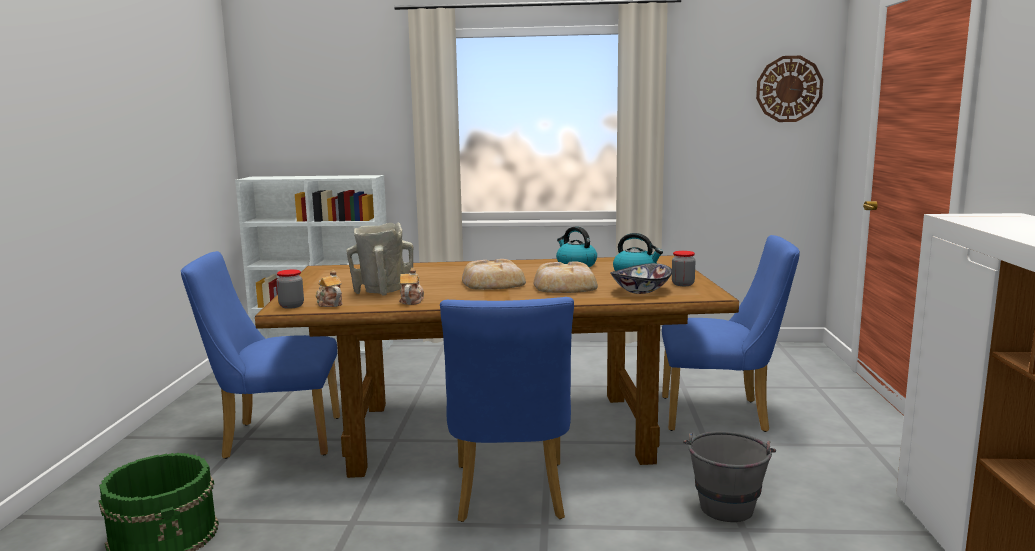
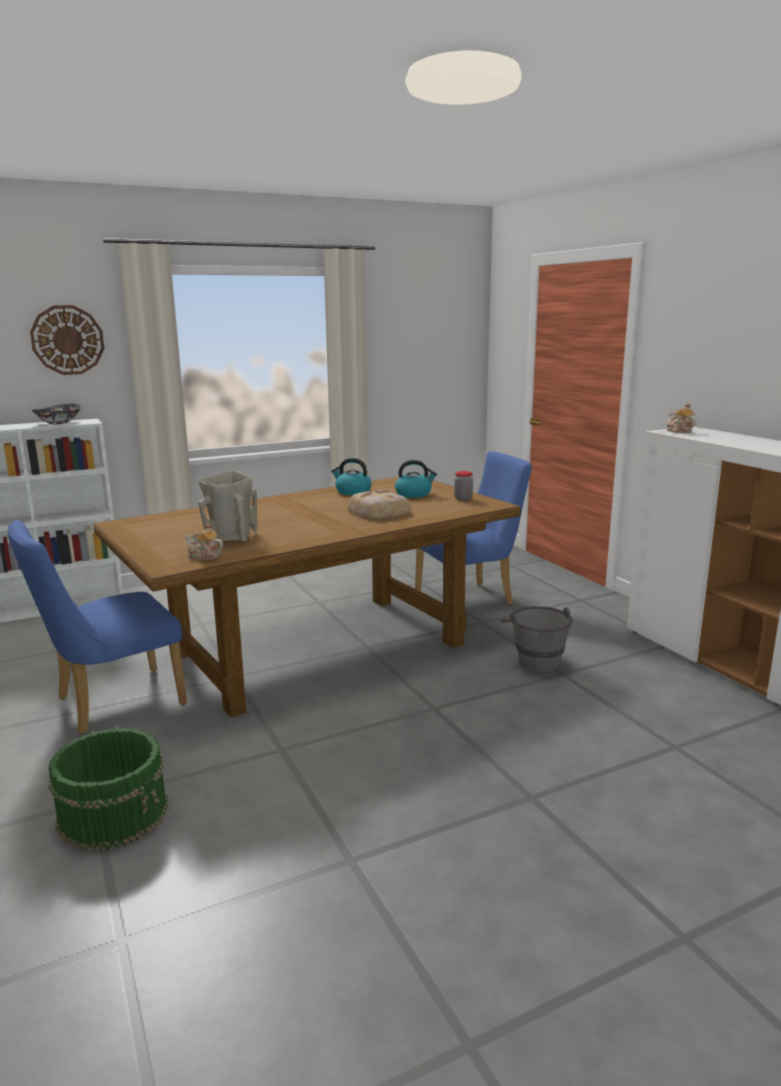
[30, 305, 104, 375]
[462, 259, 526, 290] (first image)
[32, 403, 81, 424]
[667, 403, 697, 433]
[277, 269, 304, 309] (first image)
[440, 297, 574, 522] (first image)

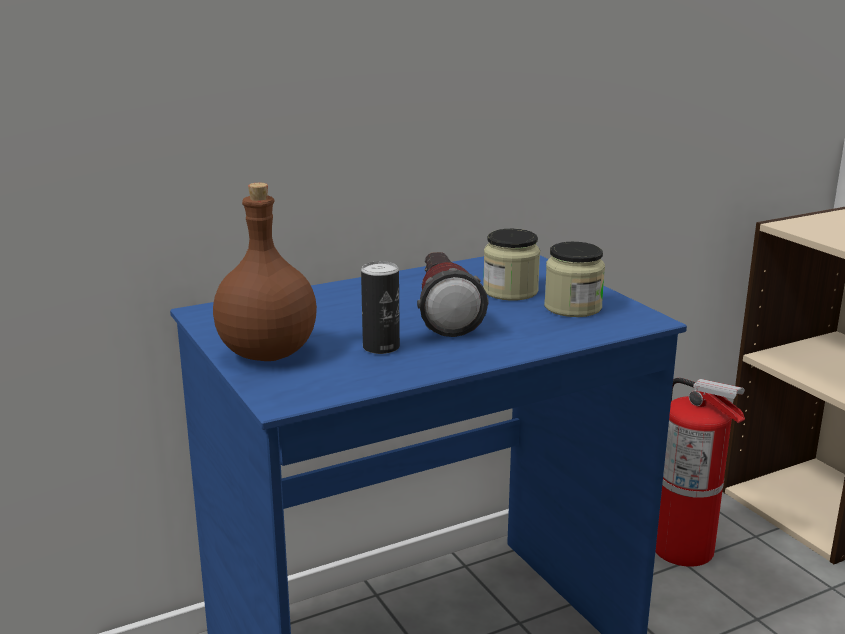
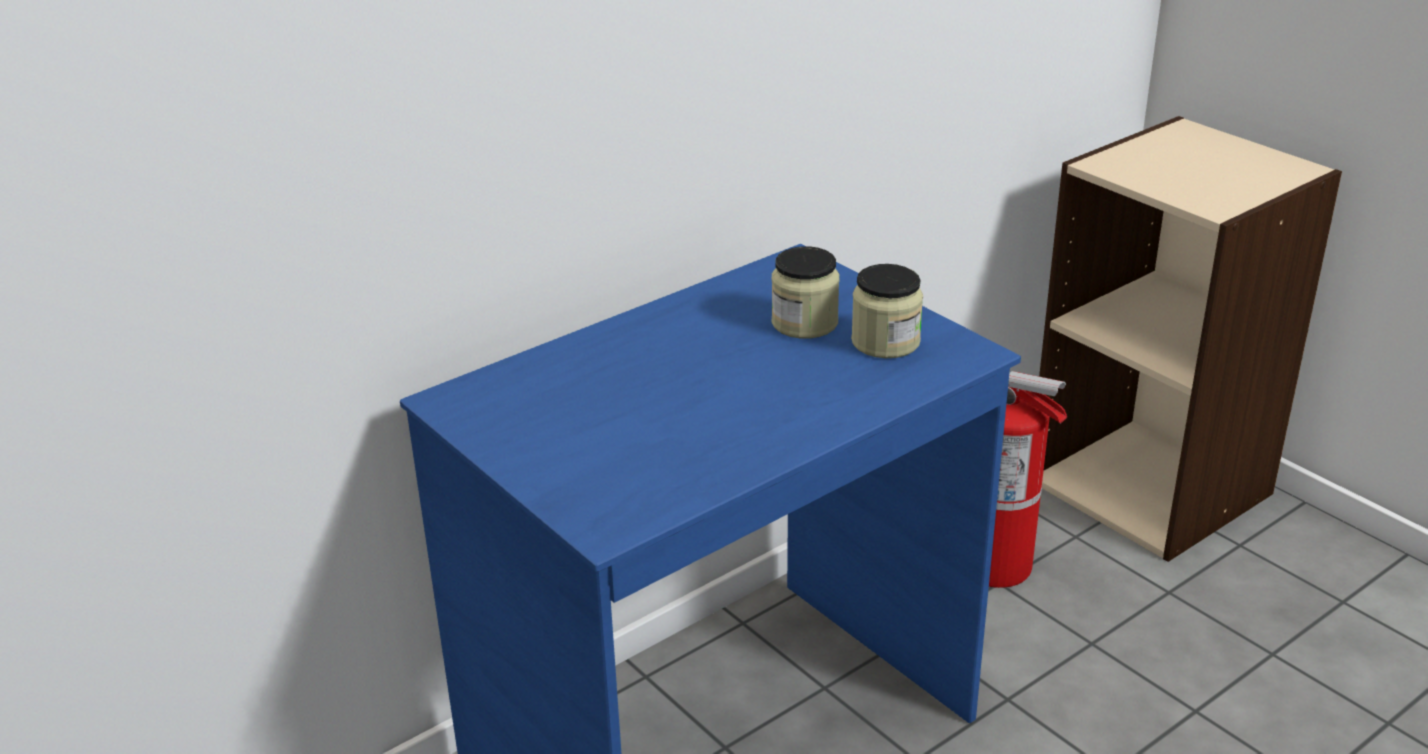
[213, 183, 317, 361] (first image)
[417, 252, 489, 337] (first image)
[361, 261, 400, 354] (first image)

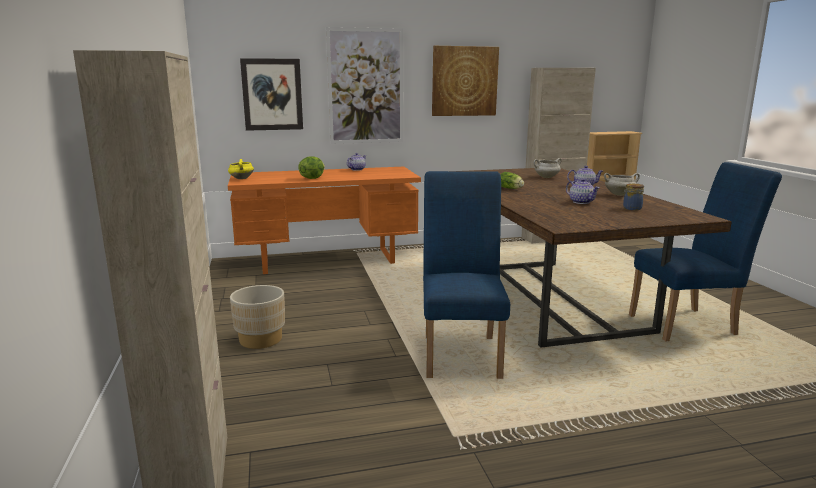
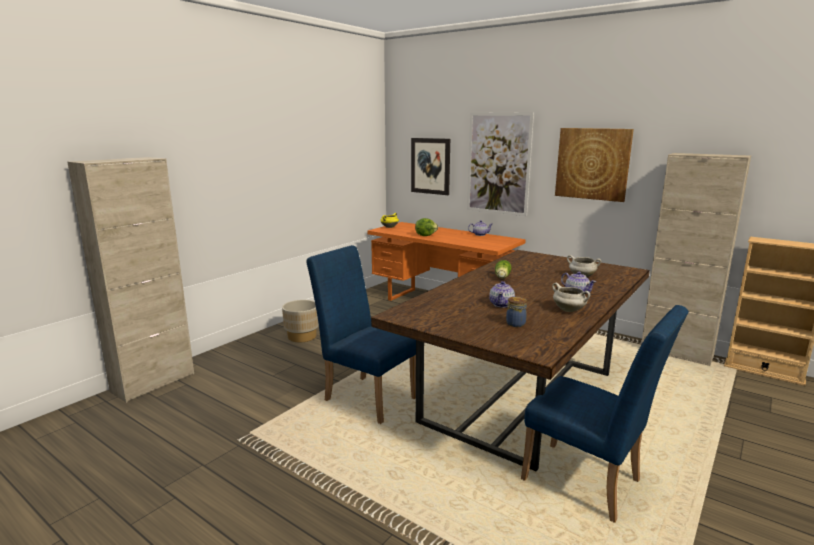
[306, 245, 416, 424]

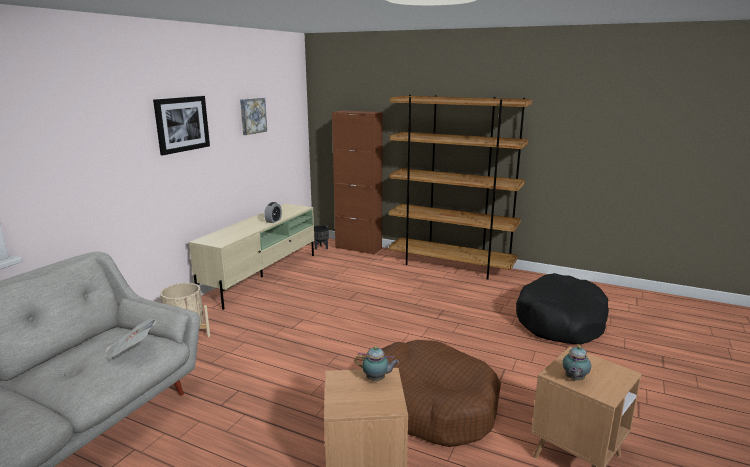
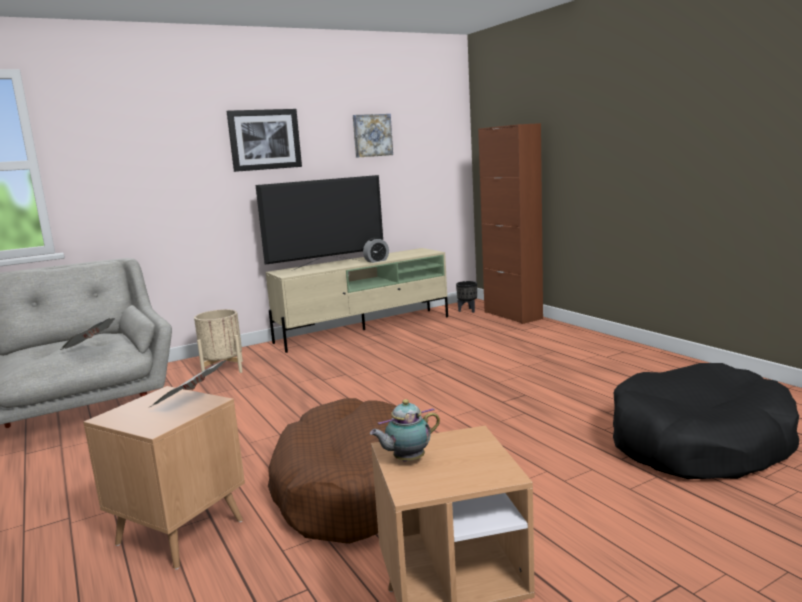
[389, 95, 532, 280] (first image)
[150, 360, 227, 407]
[255, 175, 383, 270]

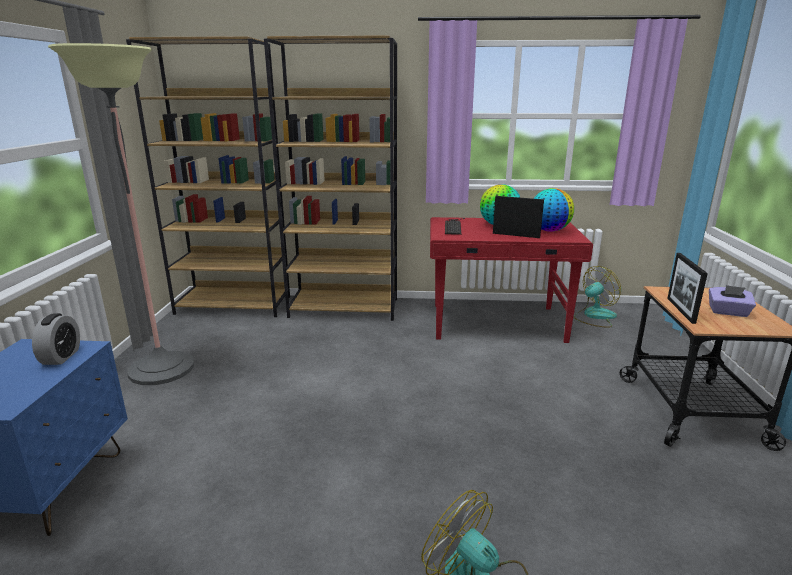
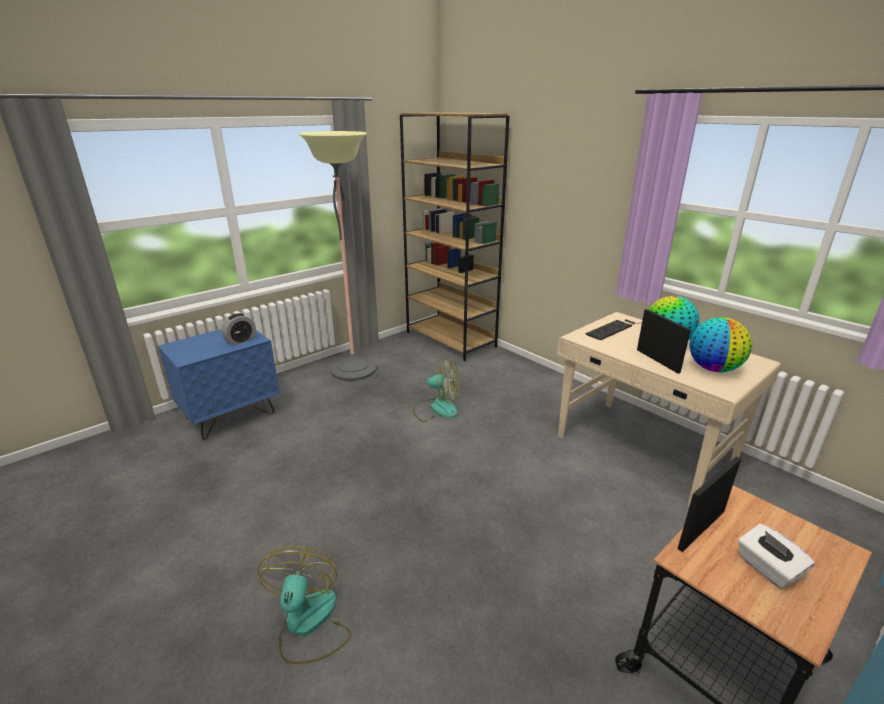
[264, 35, 397, 321] (first image)
[557, 312, 781, 507]
[413, 358, 459, 422]
[738, 524, 815, 589]

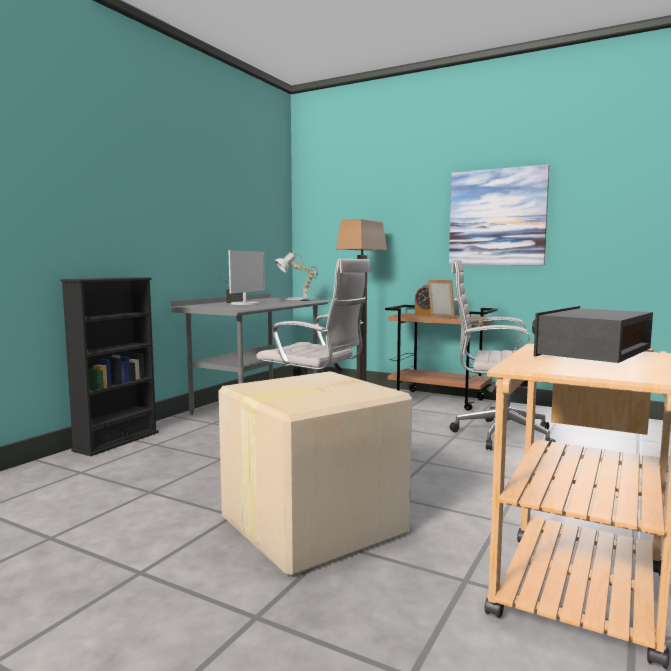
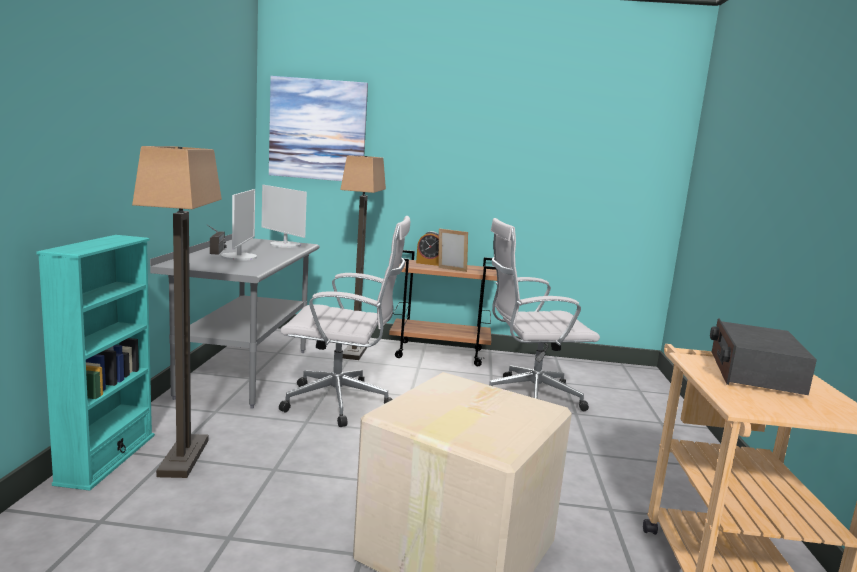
[269, 76, 368, 181]
[262, 185, 307, 248]
[36, 235, 155, 491]
[132, 146, 222, 478]

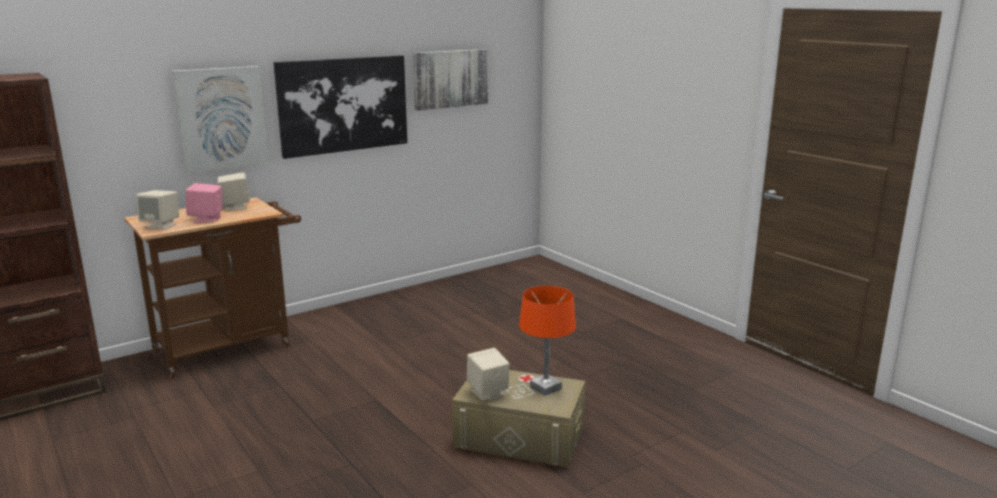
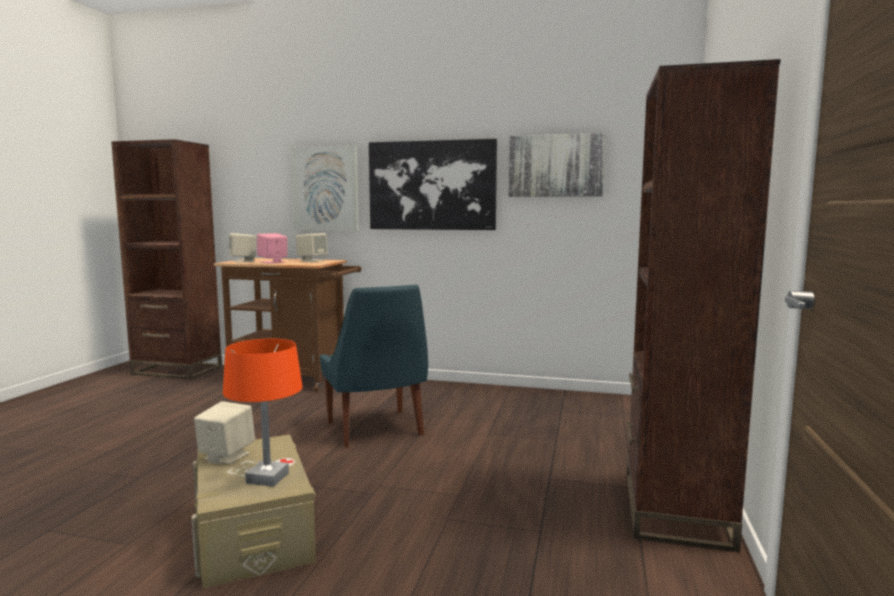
[627, 59, 781, 552]
[320, 285, 428, 448]

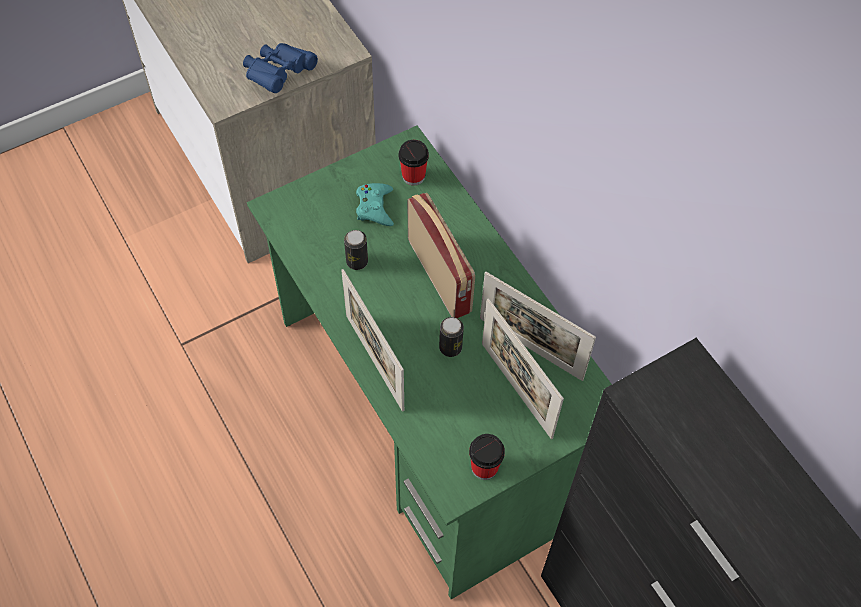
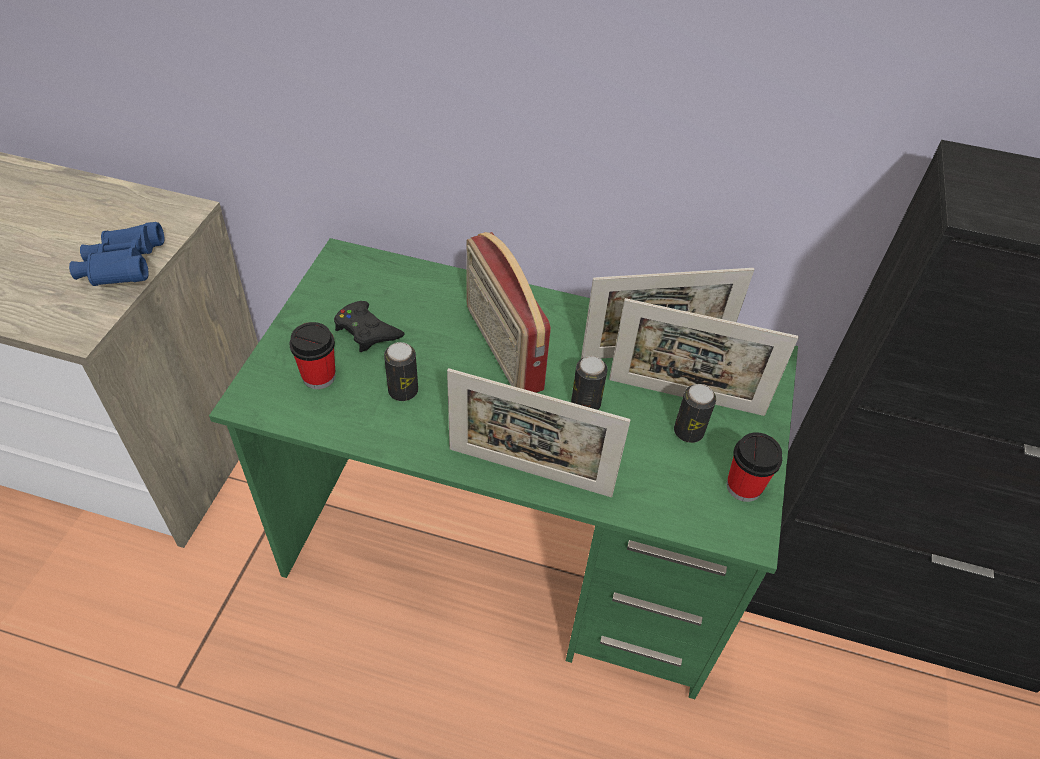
[289, 322, 336, 389]
[334, 301, 405, 352]
[466, 232, 551, 393]
[674, 384, 716, 443]

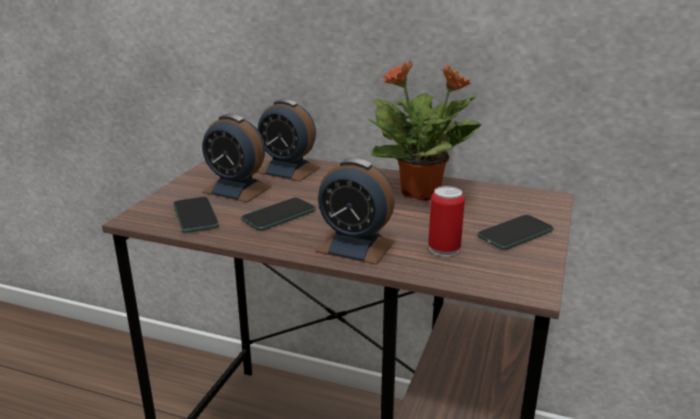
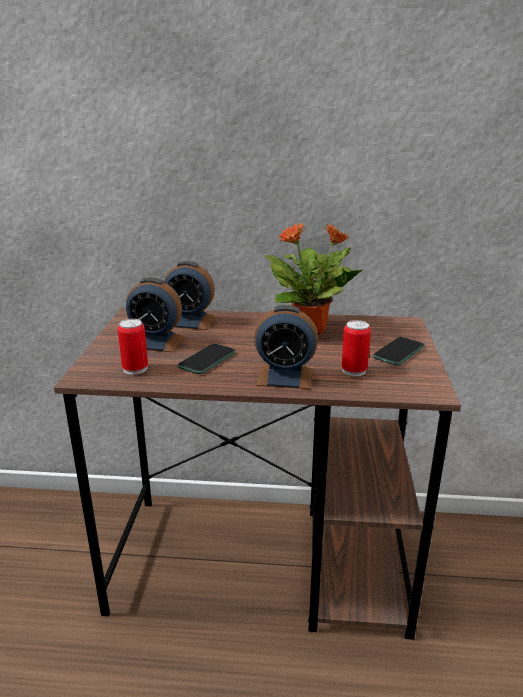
[118, 319, 148, 375]

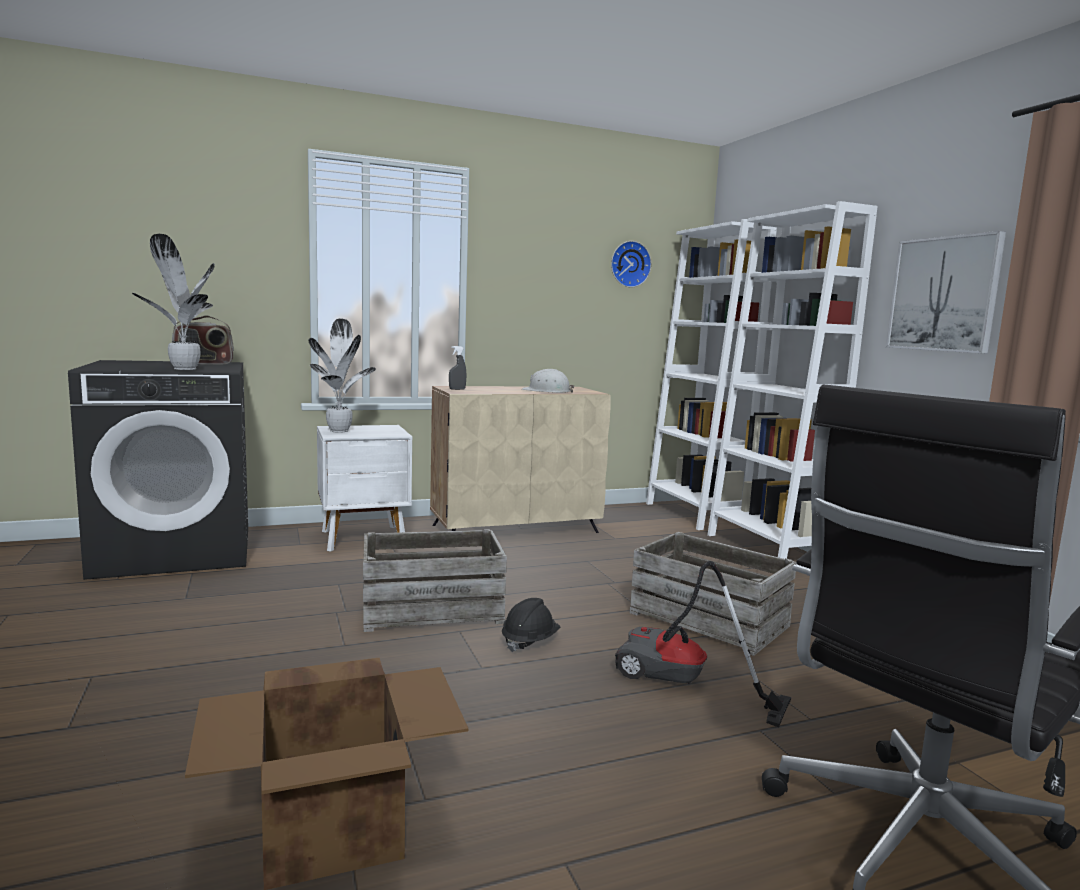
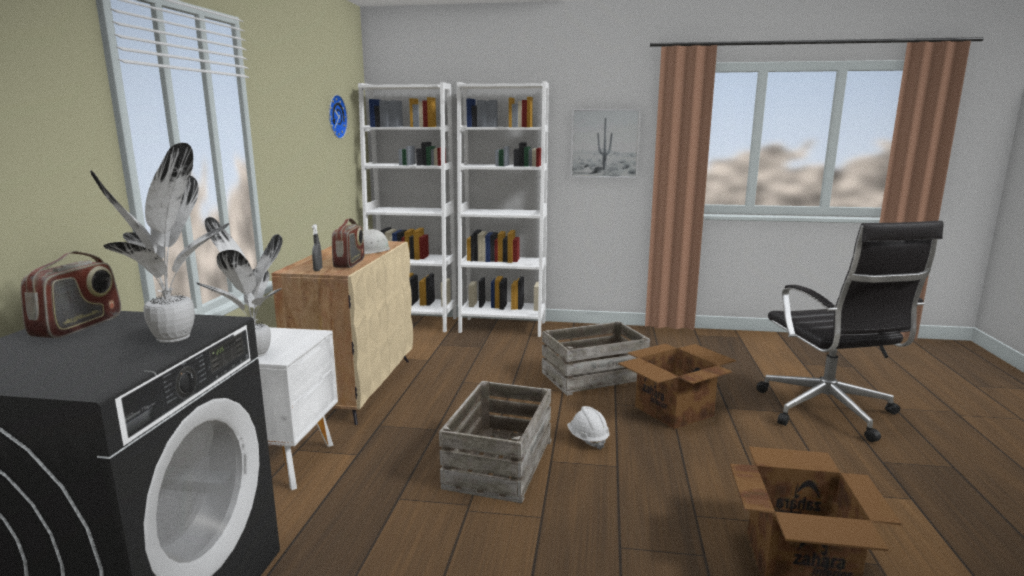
[618, 343, 736, 429]
[567, 406, 609, 449]
[332, 218, 365, 268]

